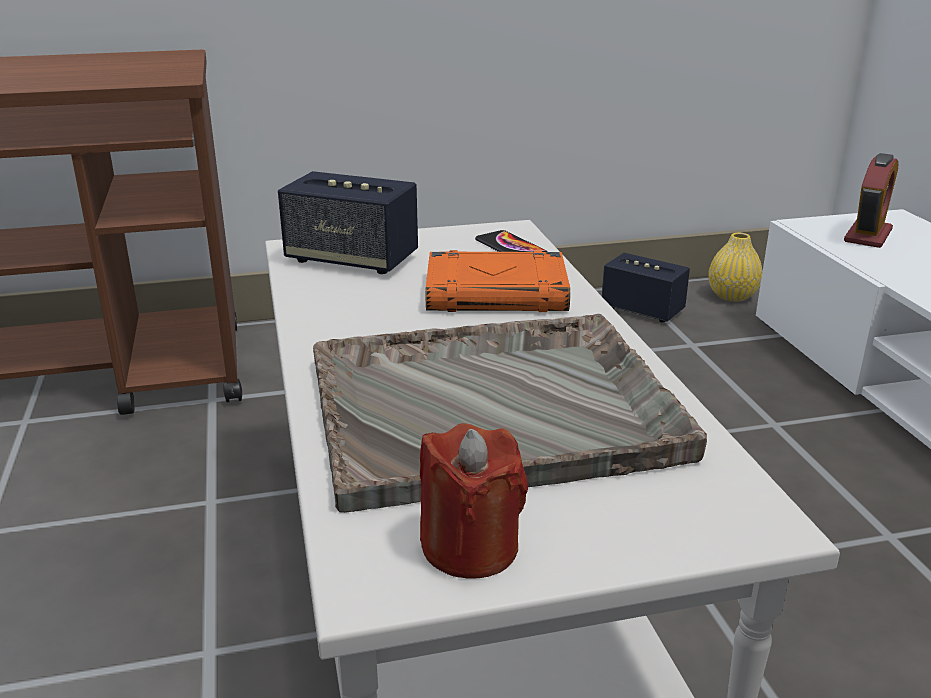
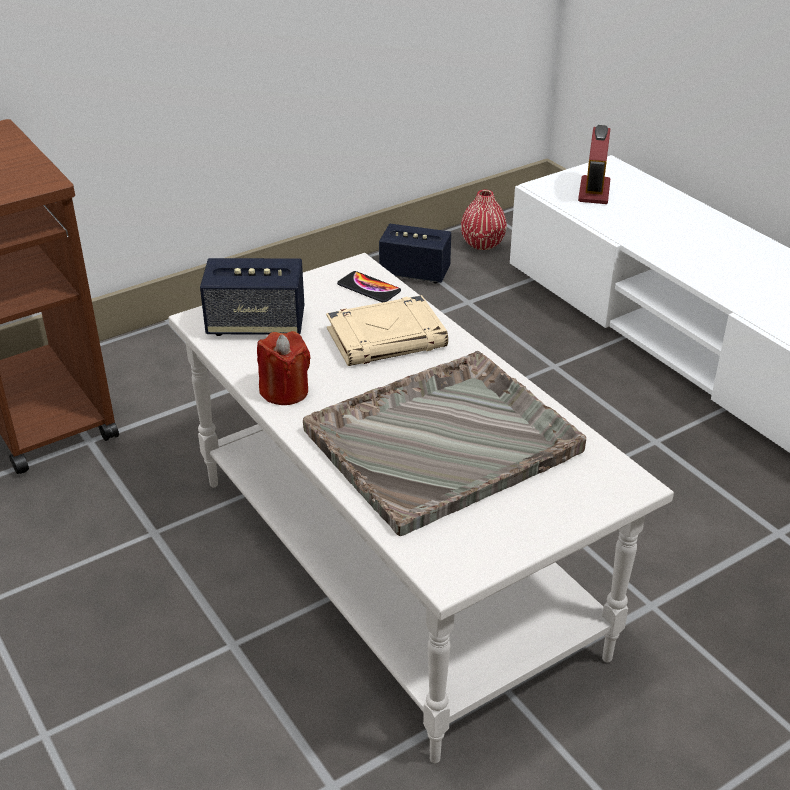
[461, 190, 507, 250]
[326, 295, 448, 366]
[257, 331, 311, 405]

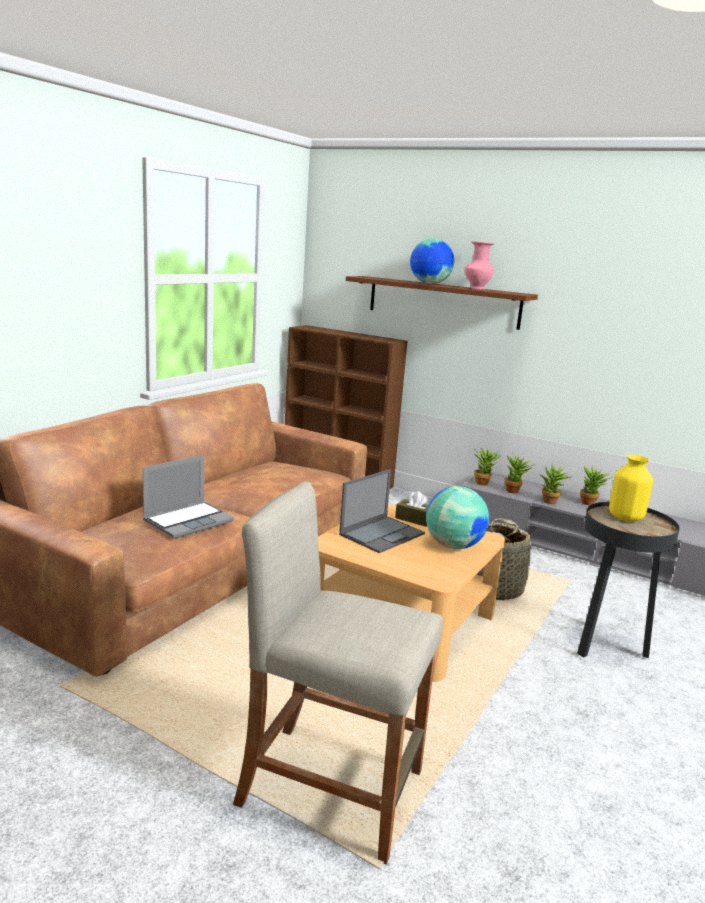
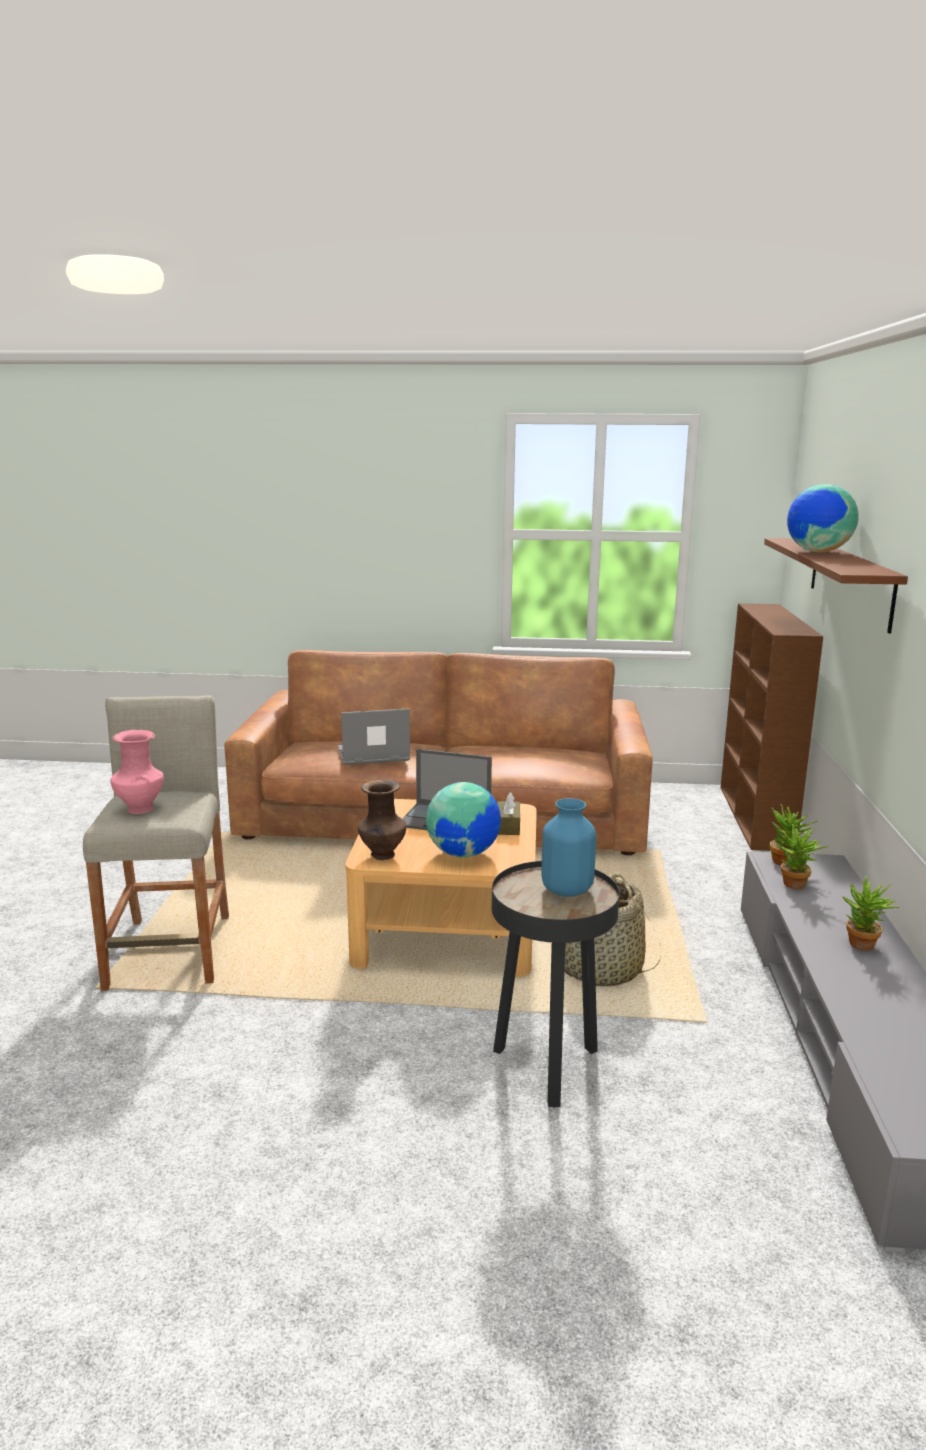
[110, 730, 164, 814]
[338, 708, 410, 765]
[541, 798, 596, 896]
[540, 463, 571, 504] (first image)
[358, 780, 406, 860]

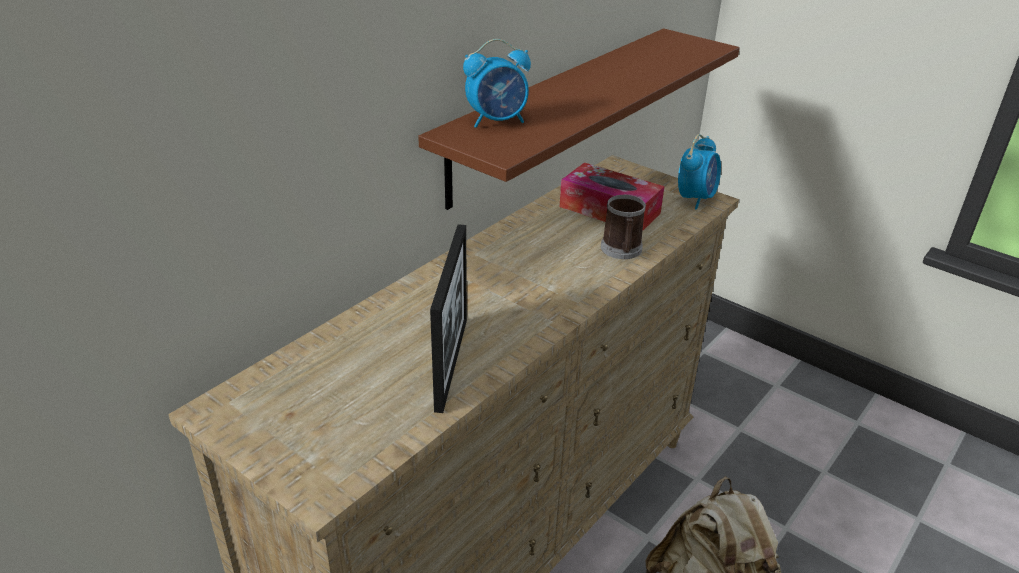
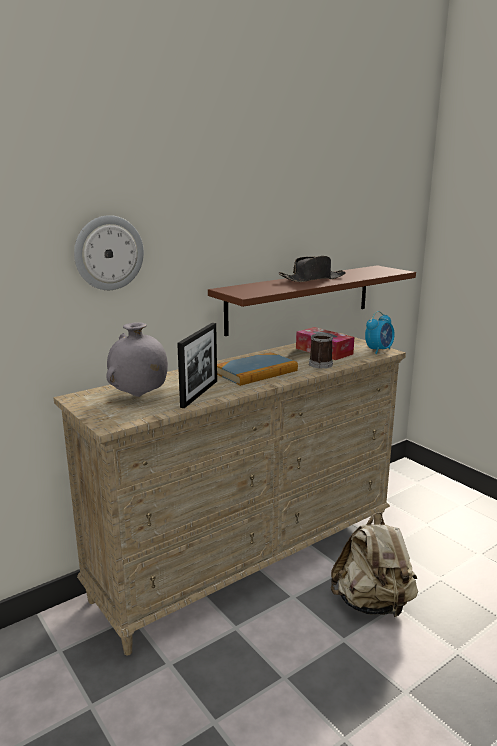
[463, 39, 531, 128] (first image)
[74, 215, 144, 290]
[279, 256, 346, 282]
[106, 322, 168, 397]
[217, 352, 298, 386]

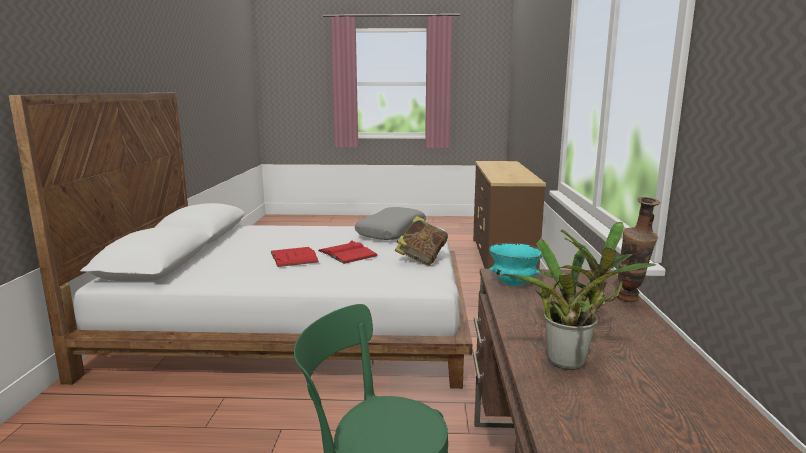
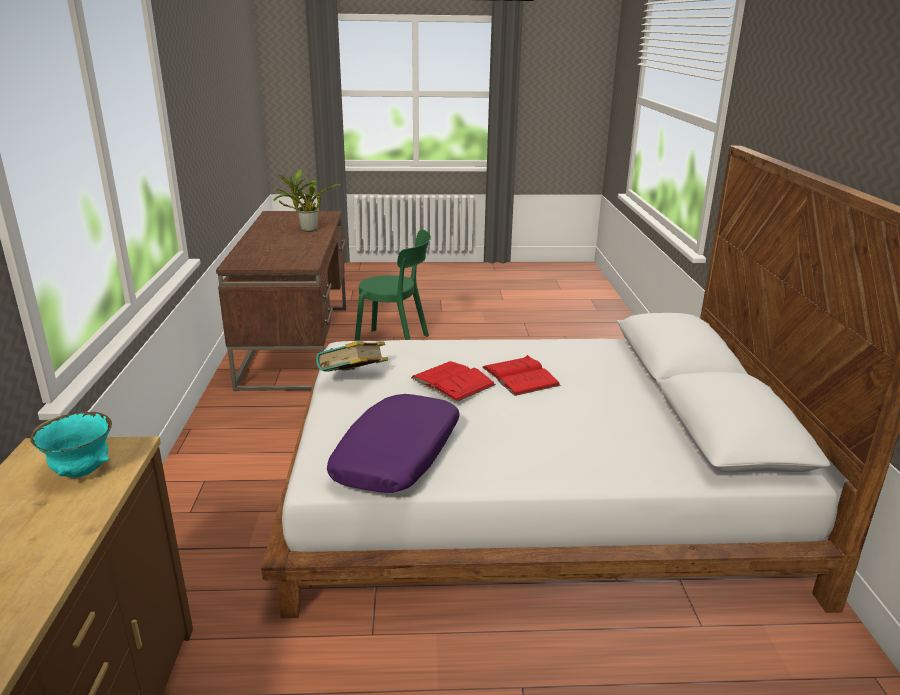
[615, 197, 660, 302] (first image)
[327, 394, 460, 493]
[30, 412, 112, 477]

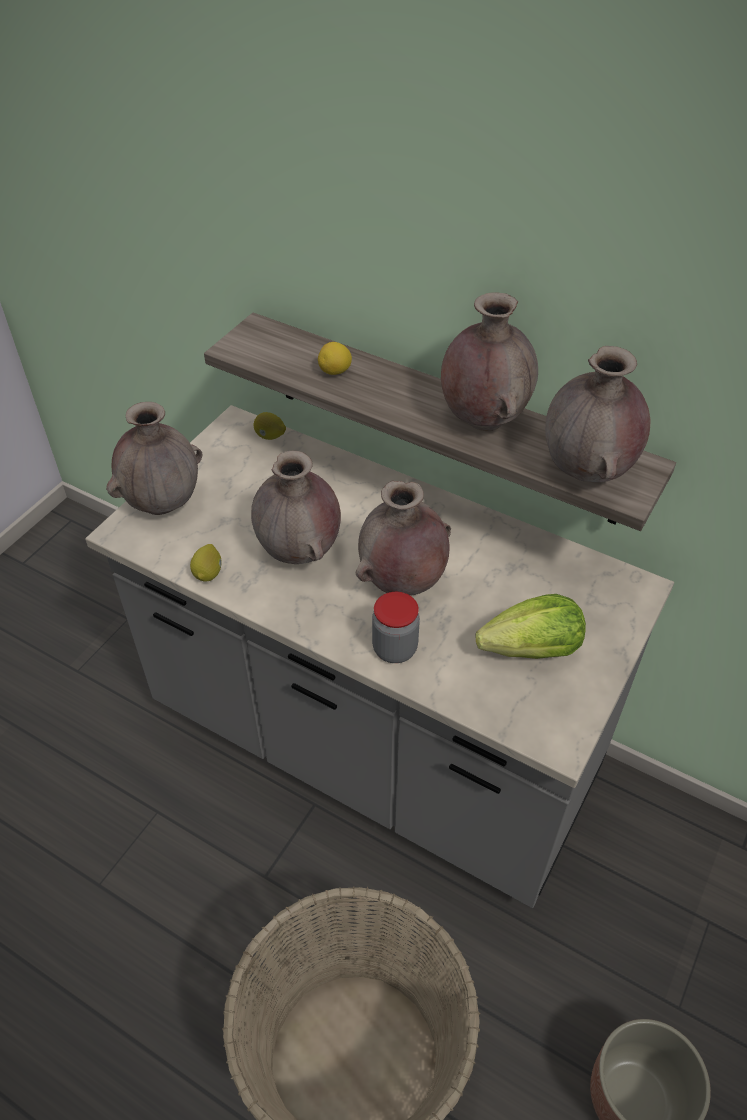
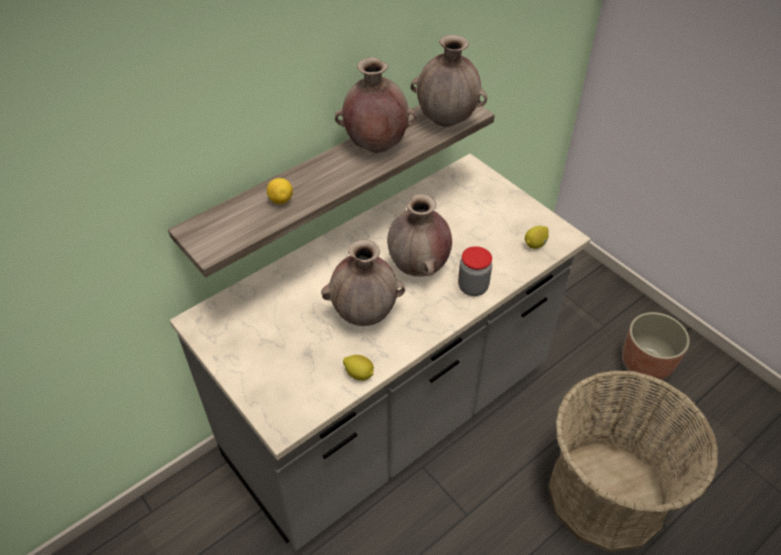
[106, 402, 203, 515] (first image)
[525, 226, 549, 249]
[476, 594, 586, 659] (first image)

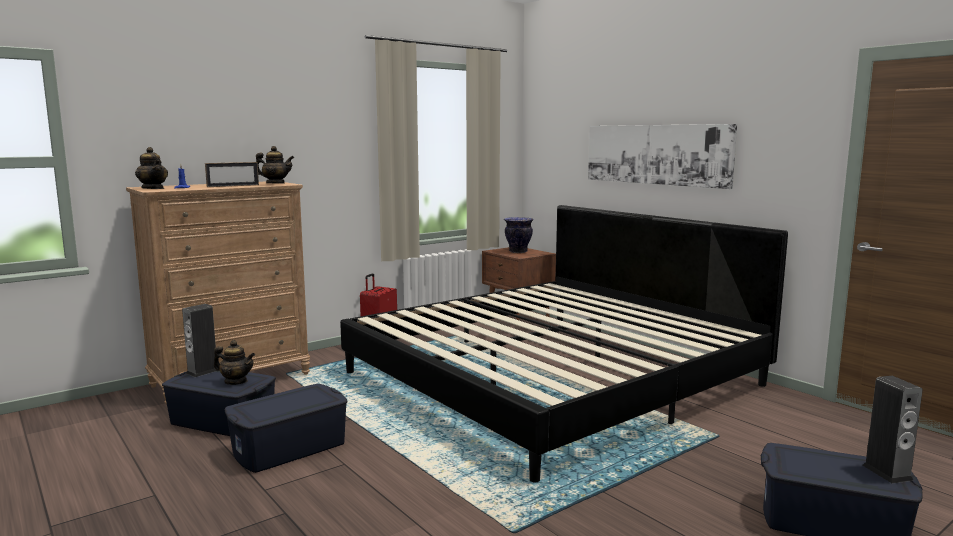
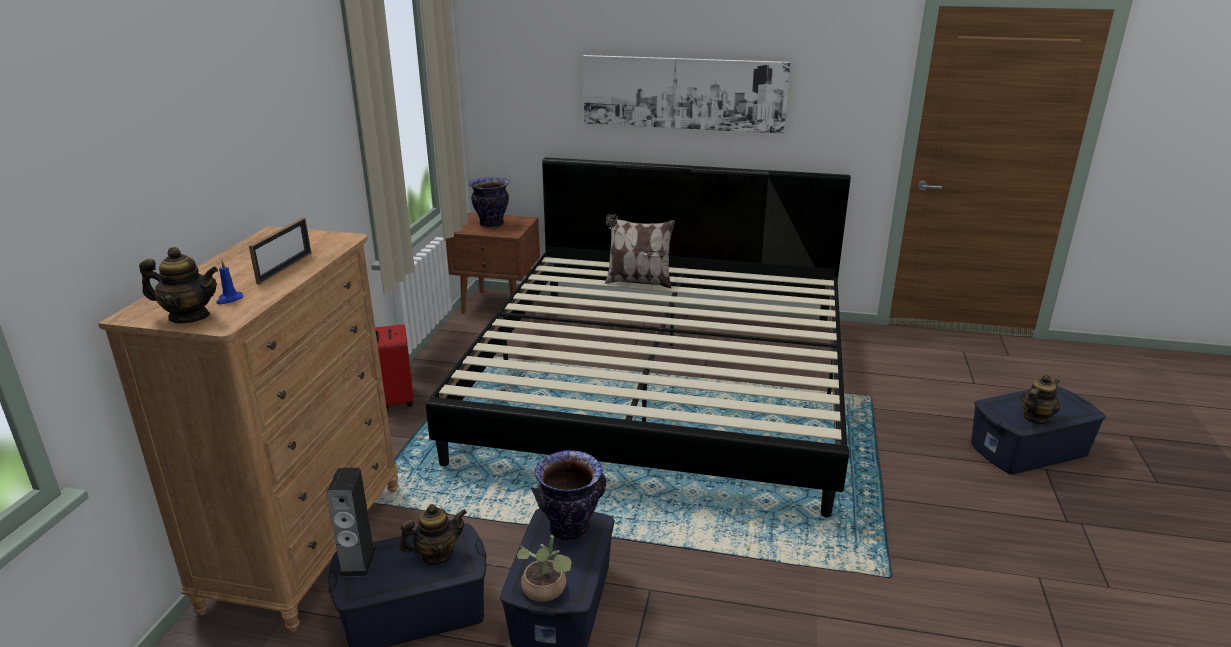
[1021, 375, 1060, 424]
[862, 376, 923, 483] (first image)
[605, 214, 675, 288]
[531, 450, 606, 541]
[517, 535, 571, 602]

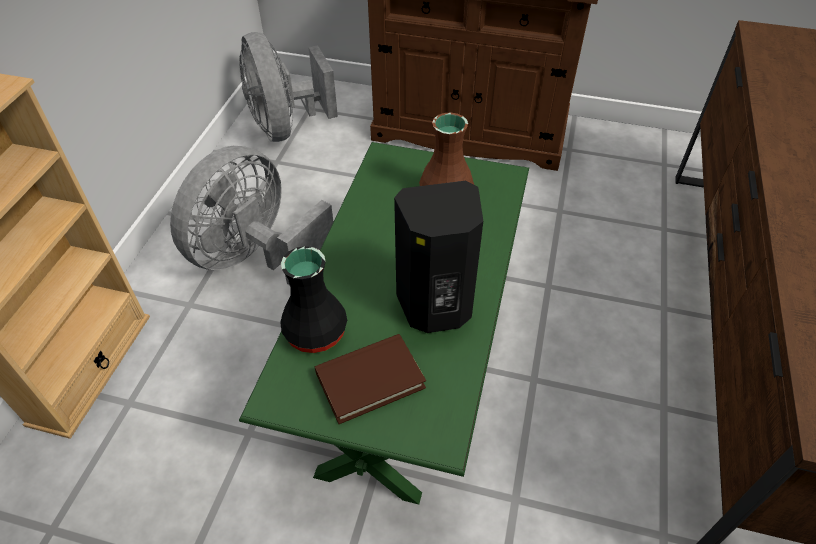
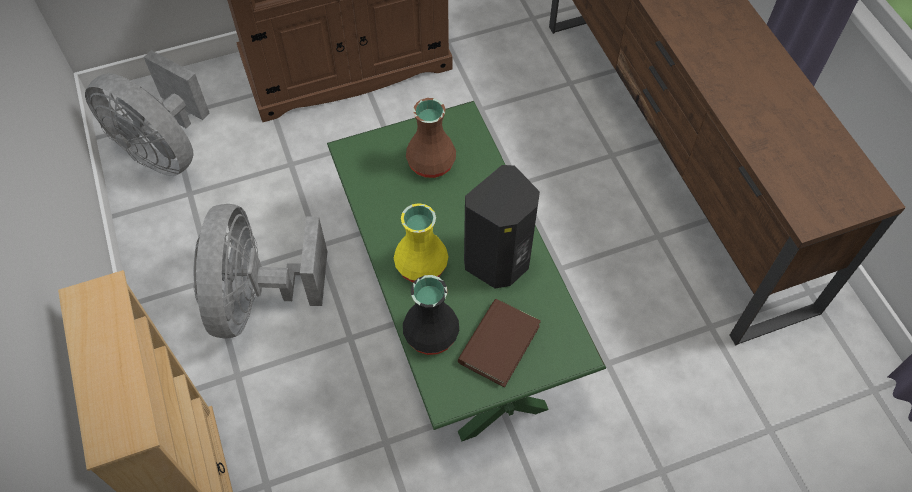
[394, 203, 448, 283]

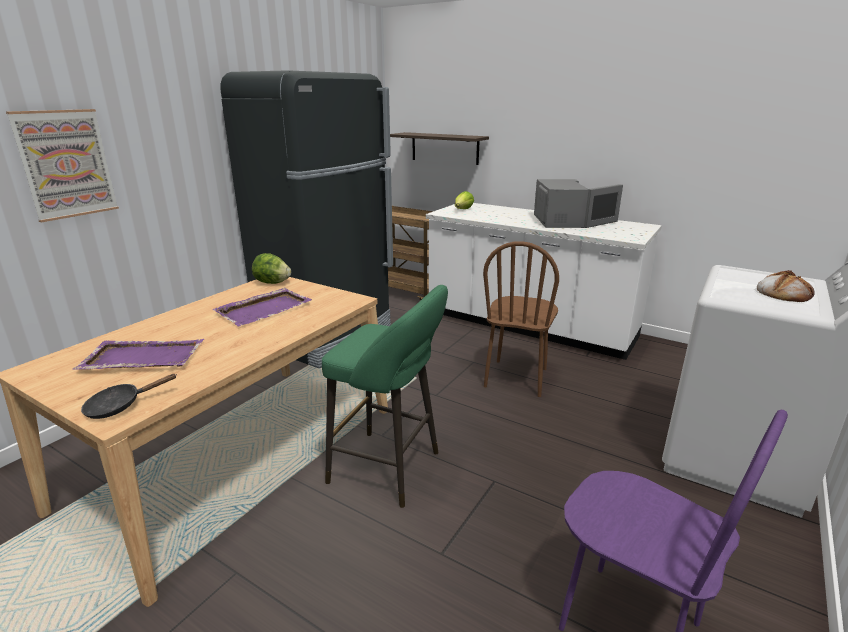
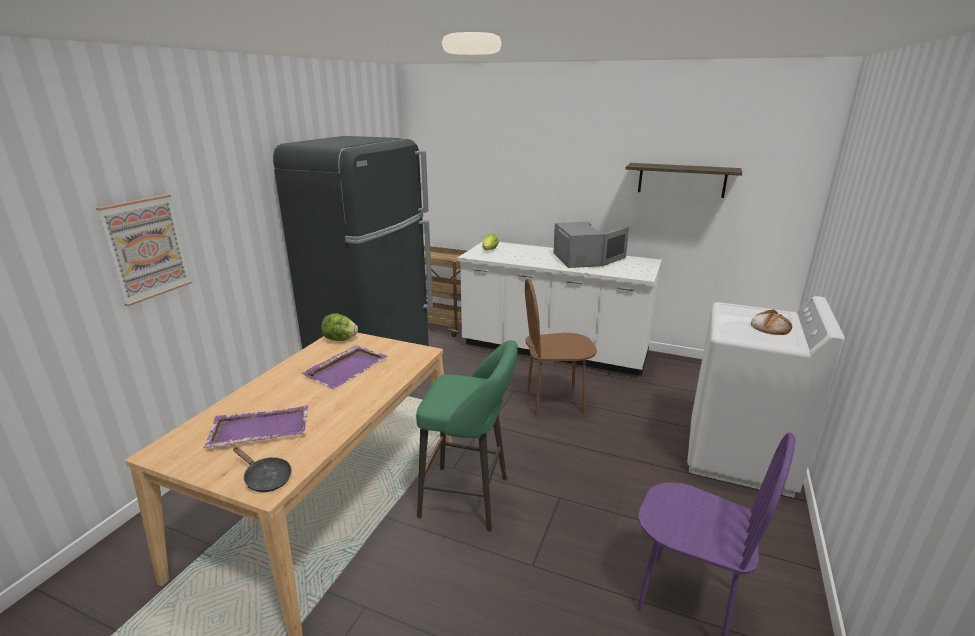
[626, 163, 742, 198]
[525, 278, 597, 417]
[233, 447, 292, 492]

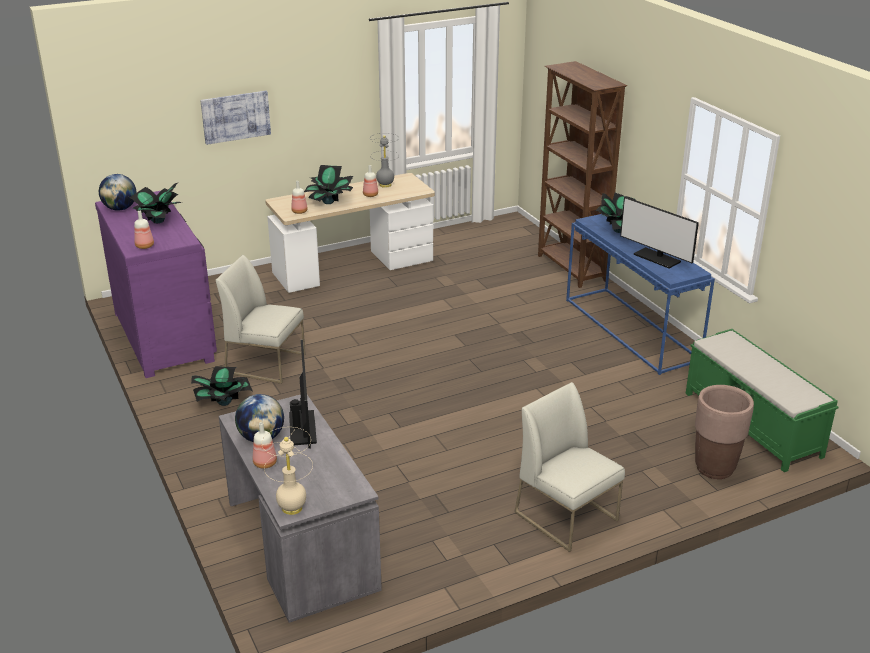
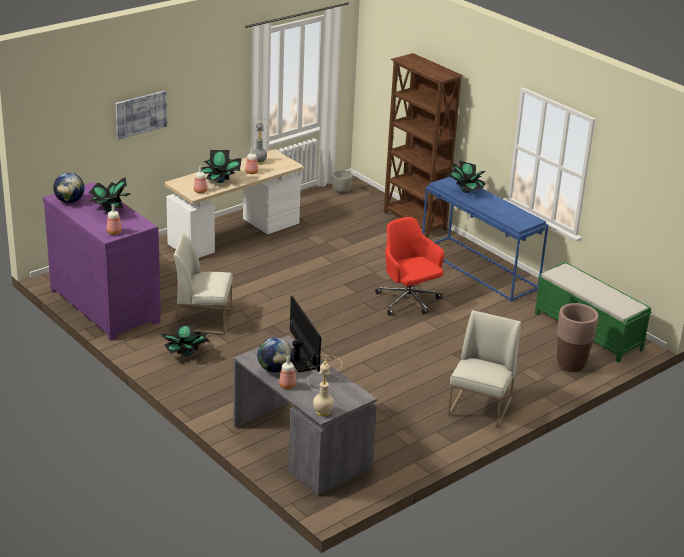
[620, 197, 699, 269] (first image)
[448, 310, 521, 429]
[332, 170, 353, 194]
[375, 217, 444, 316]

